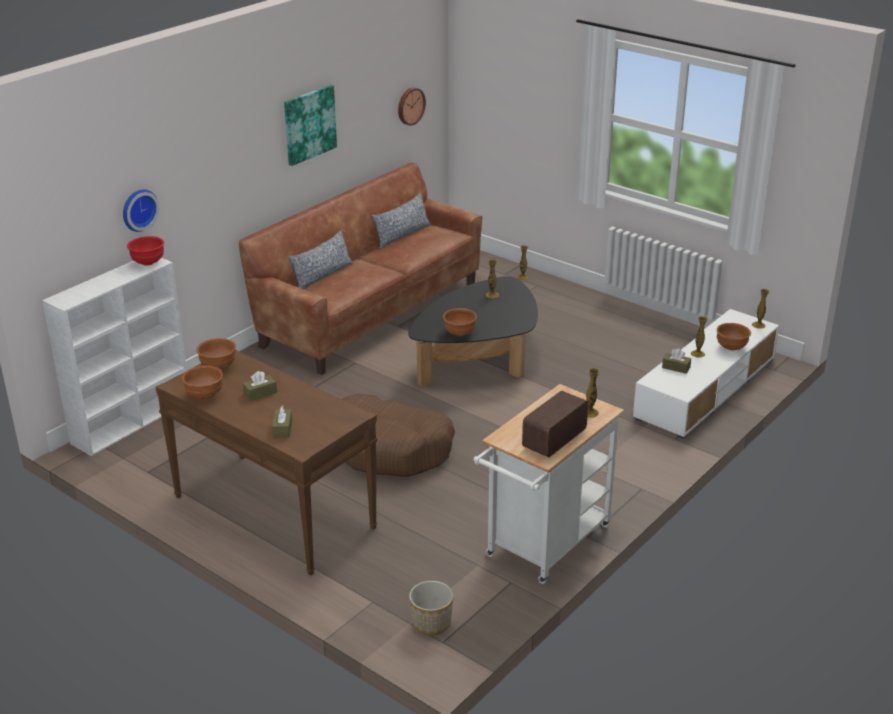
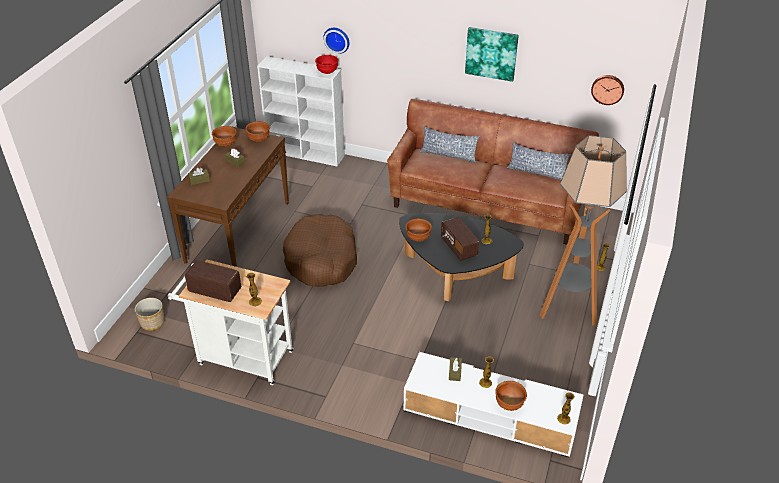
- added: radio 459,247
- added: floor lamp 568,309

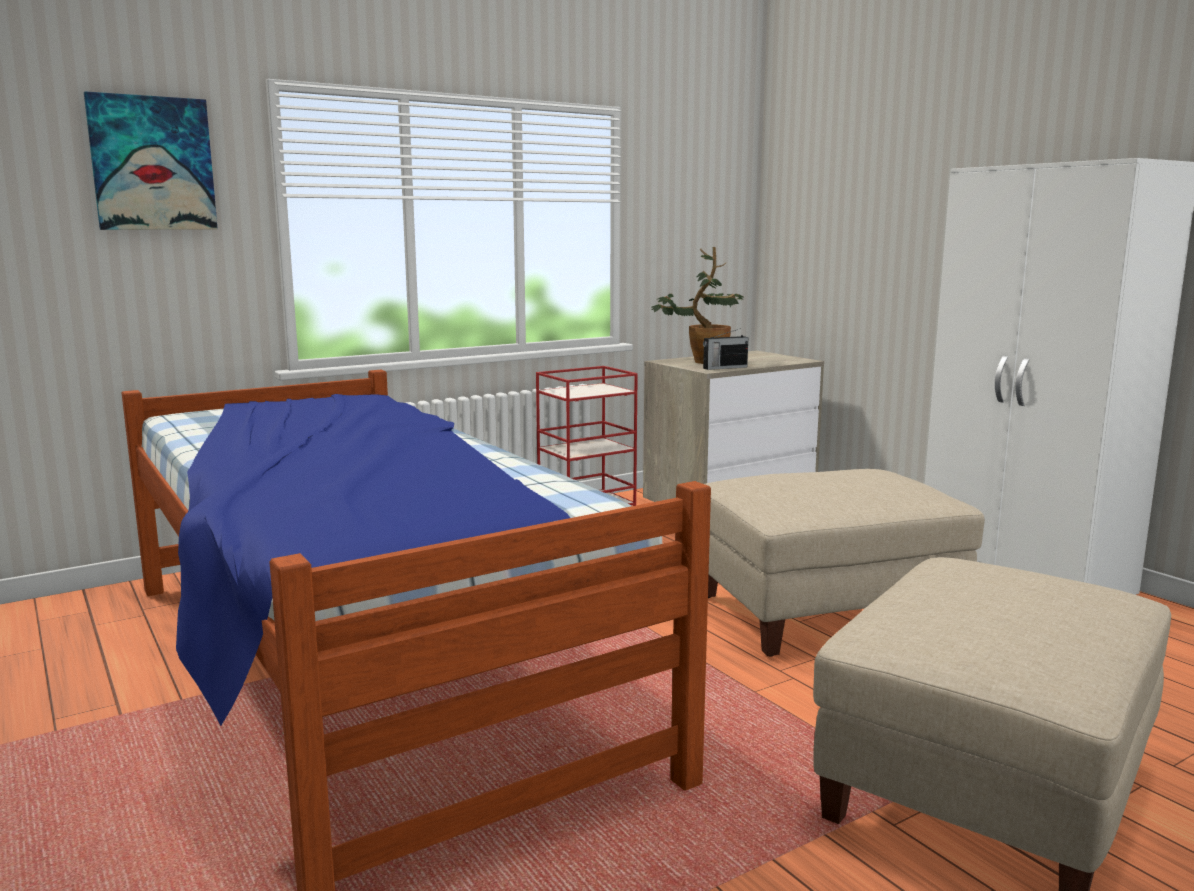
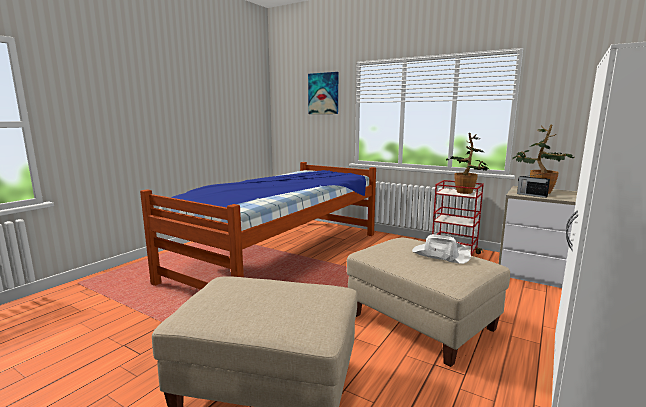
- added: white hat 440,254
- added: potted plant 466,193

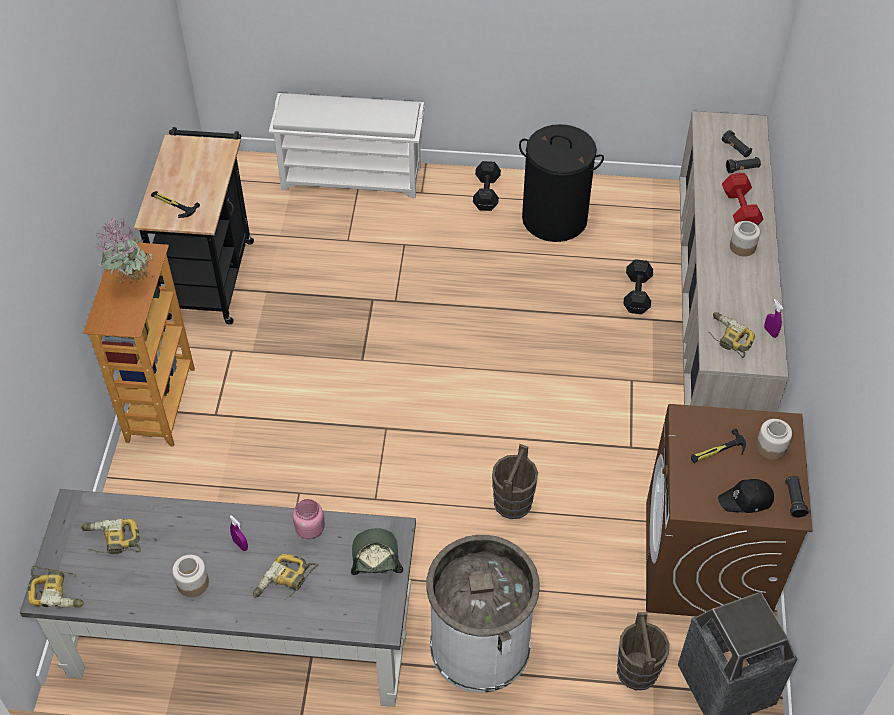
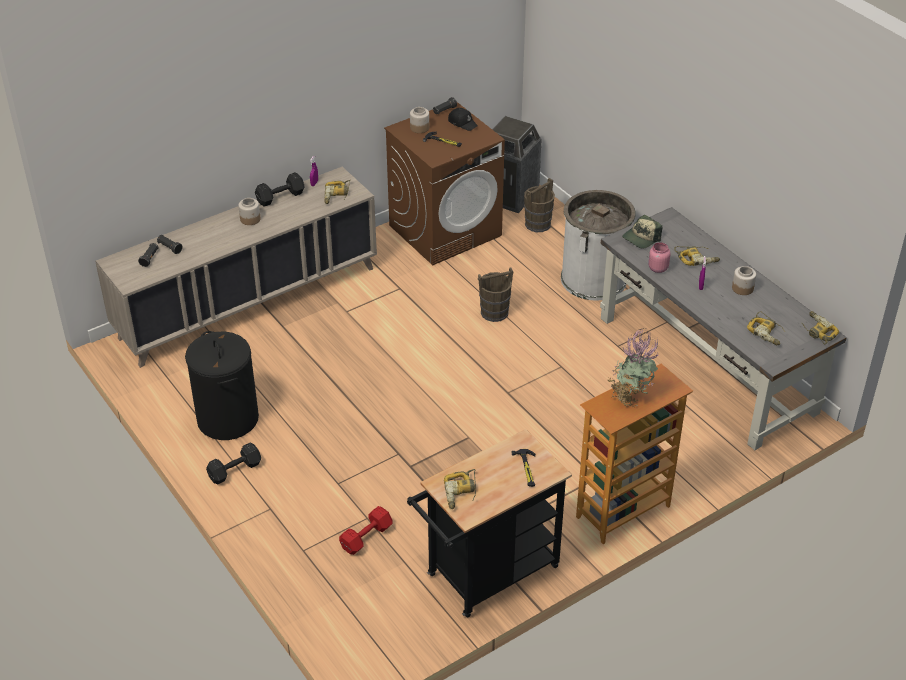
- removed: white shoe rack 353,177
- added: power drill 461,493
- moved: black dumbbell 637,293 to 279,197
- moved: red dumbbell 740,209 to 365,538

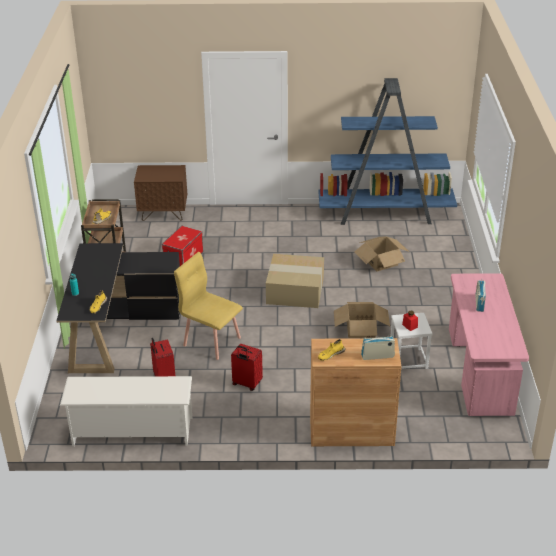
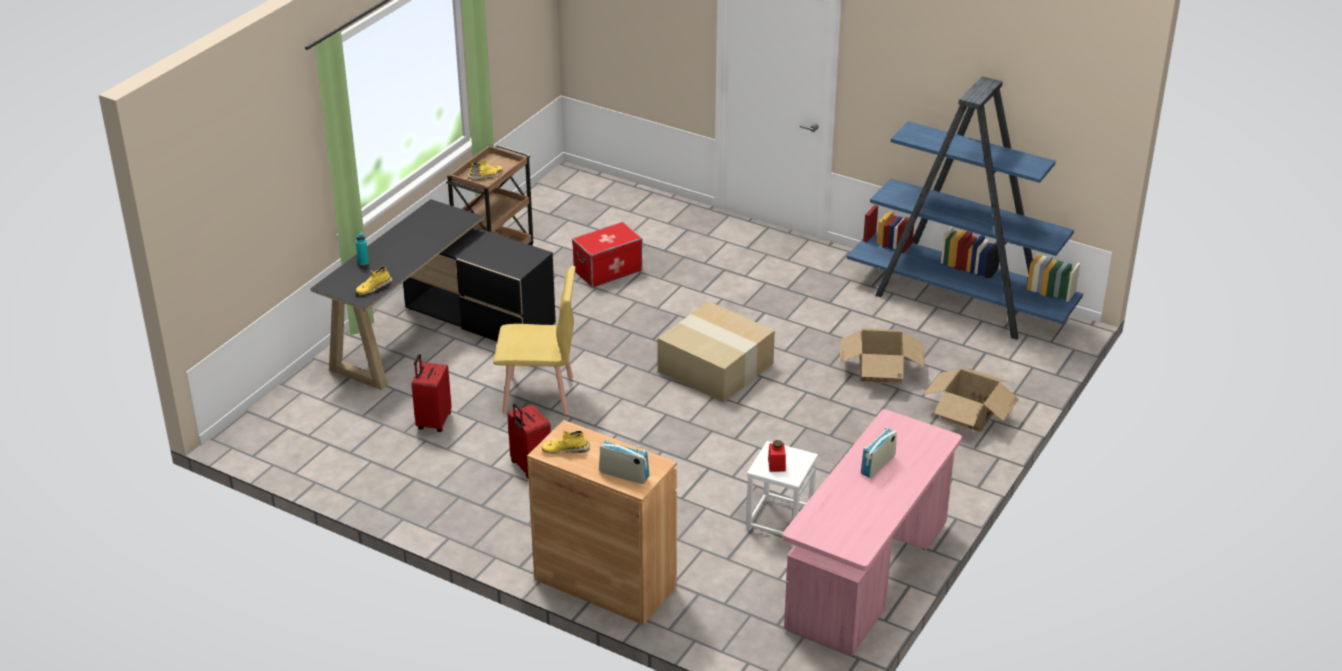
- removed: white shoe rack 132,432
- removed: brown nightstand 163,213
- moved: cardboard box 361,329 to 968,413
- turned: yellow chair 211,341 = 539,395 120 degrees clockwise

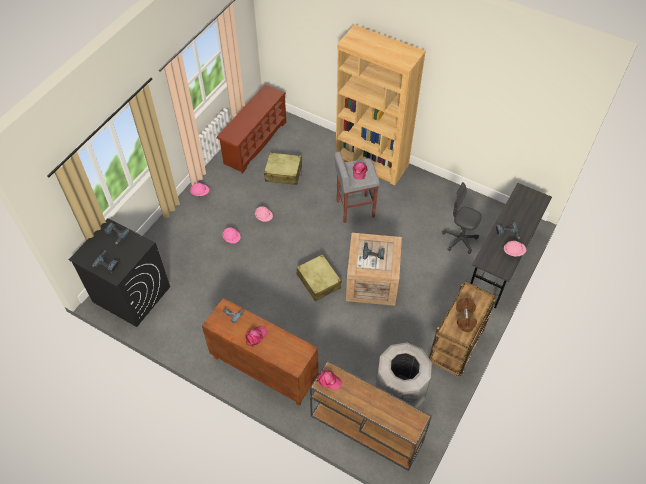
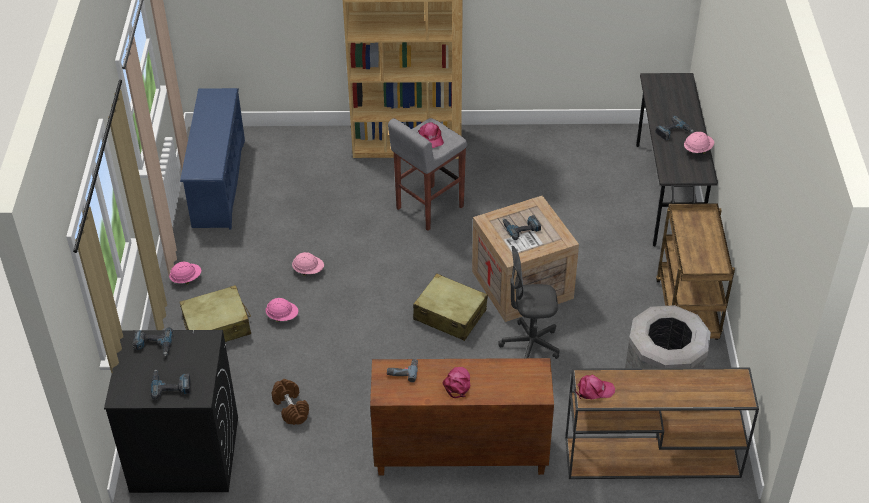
- moved: beige suitcase 283,173 to 217,326
- moved: grey office chair 459,240 to 530,345
- moved: brown dumbbell 465,318 to 291,408
- recoloured: brown shoe rack 254,142 to blue shoe rack 217,182

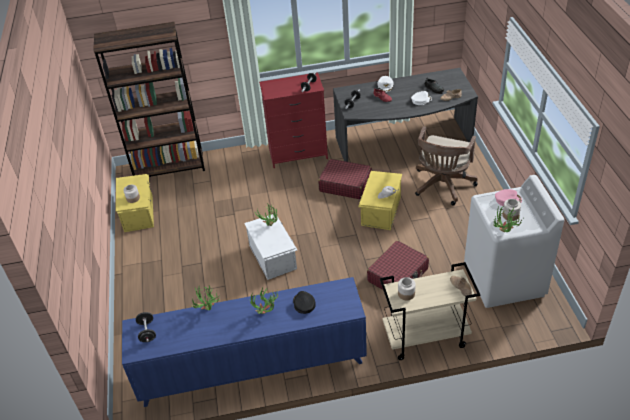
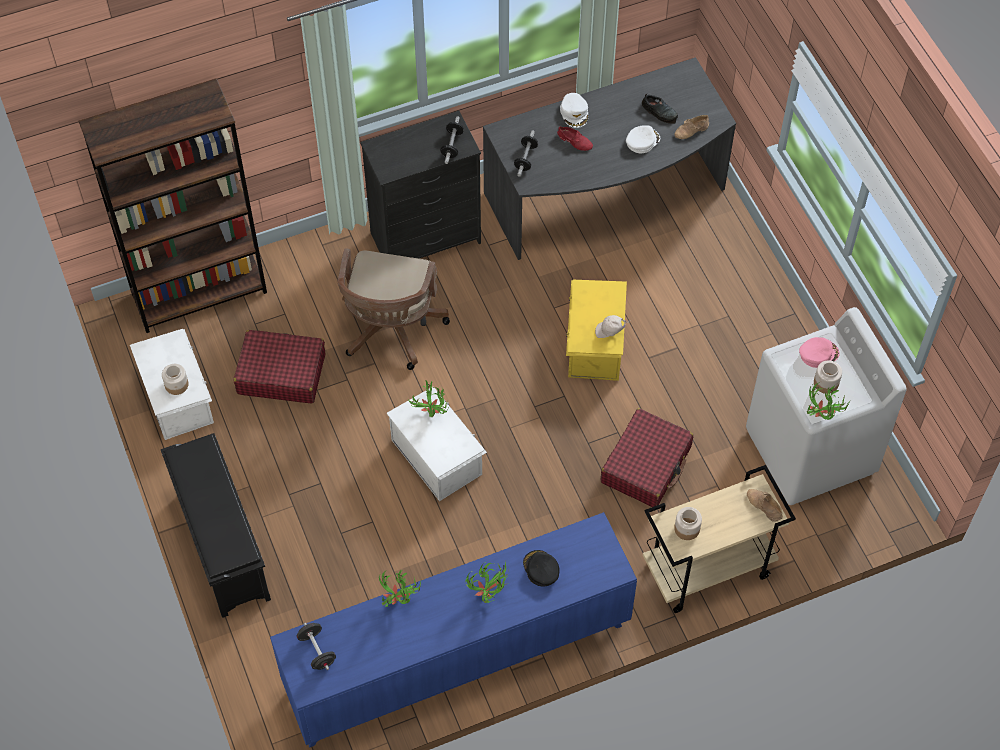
- added: black shoe rack 222,546
- moved: red suitcase 345,184 to 281,373
- moved: brown office chair 442,186 to 391,331
- recoloured: yellow storage box 139,213 to white storage box 178,397
- recoloured: red dresser 298,154 to black dresser 426,238

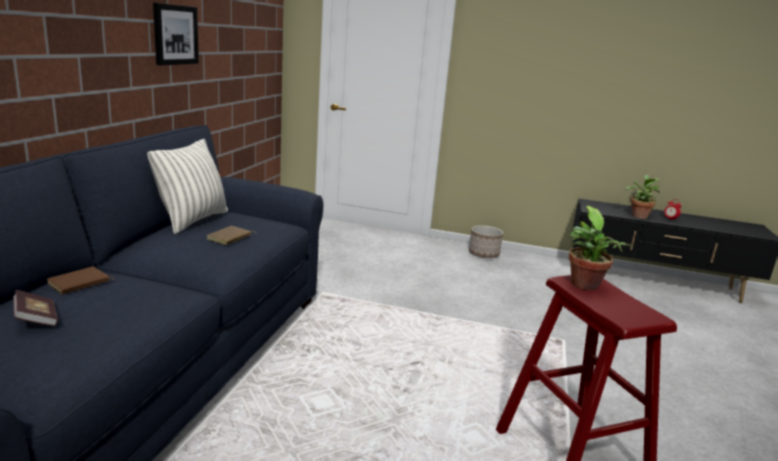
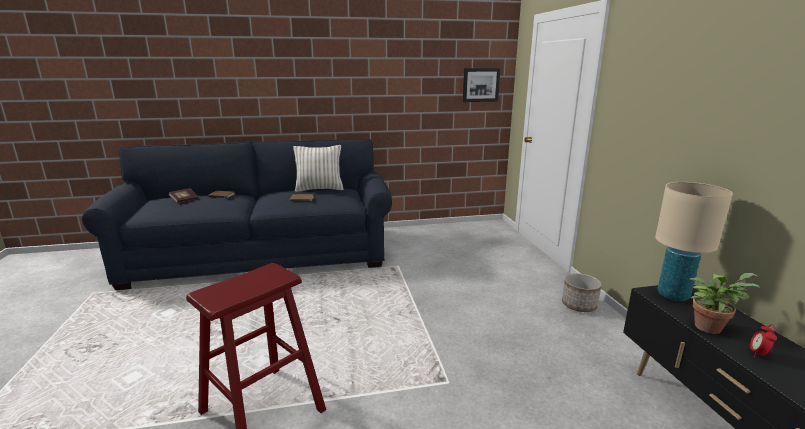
- removed: potted plant 586,286
- added: beige table lamp 673,295
- moved: picture 175,34 to 480,85

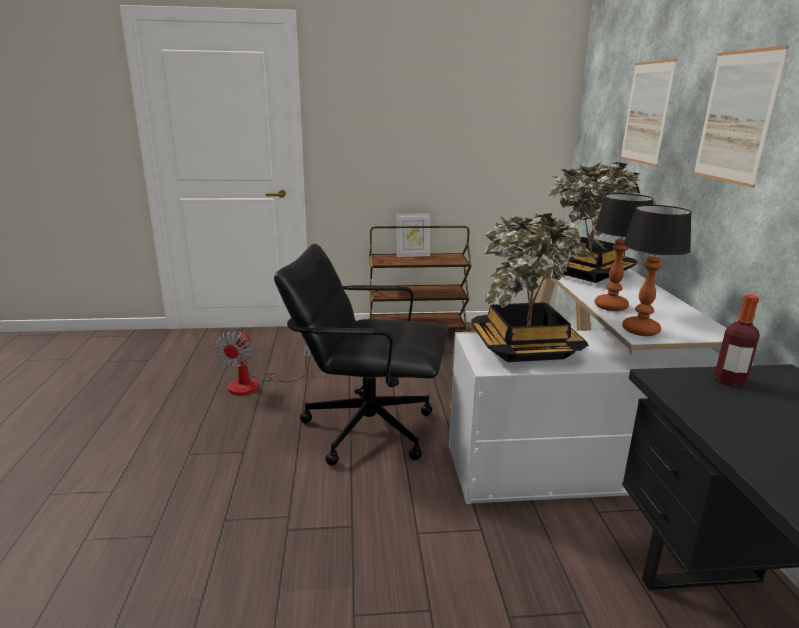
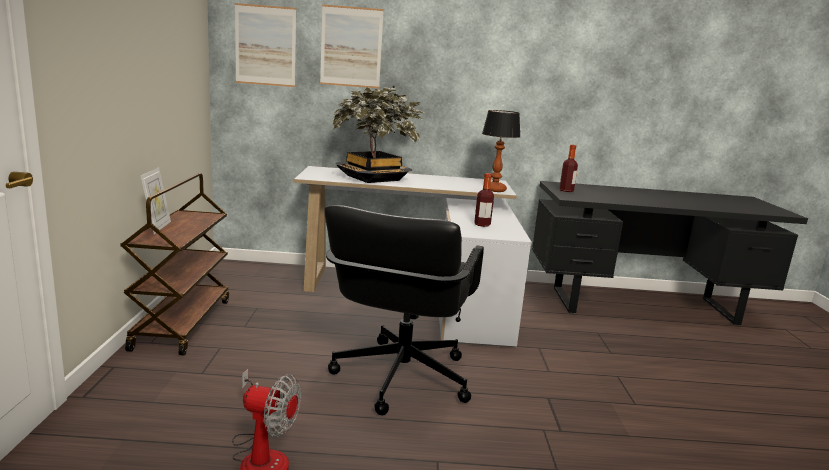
- removed: table lamp 611,306
- moved: picture 736,117 to 265,45
- replaced: potted plant 525,348 to bottle 482,224

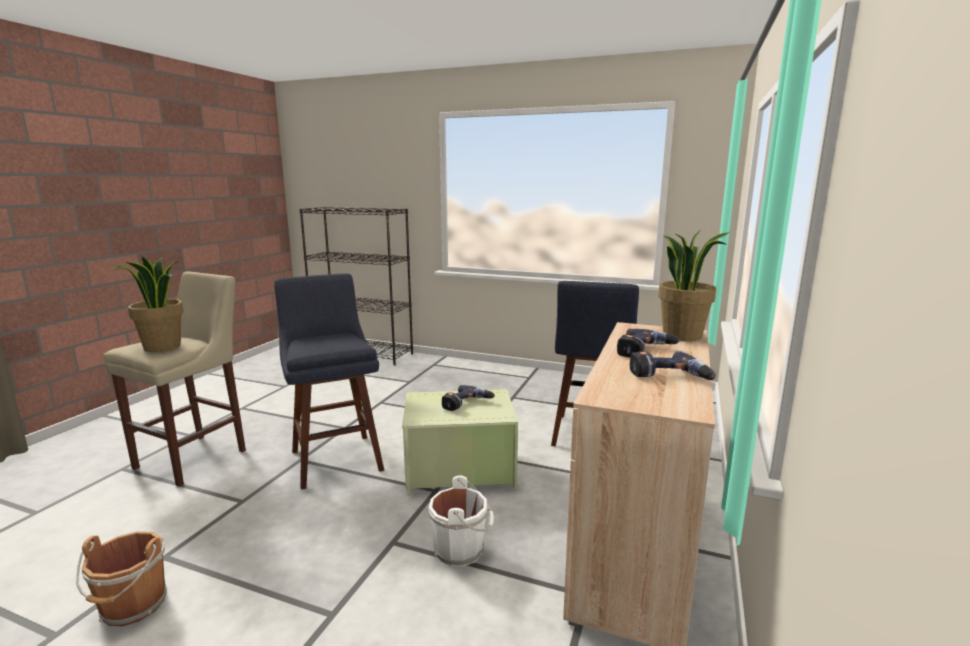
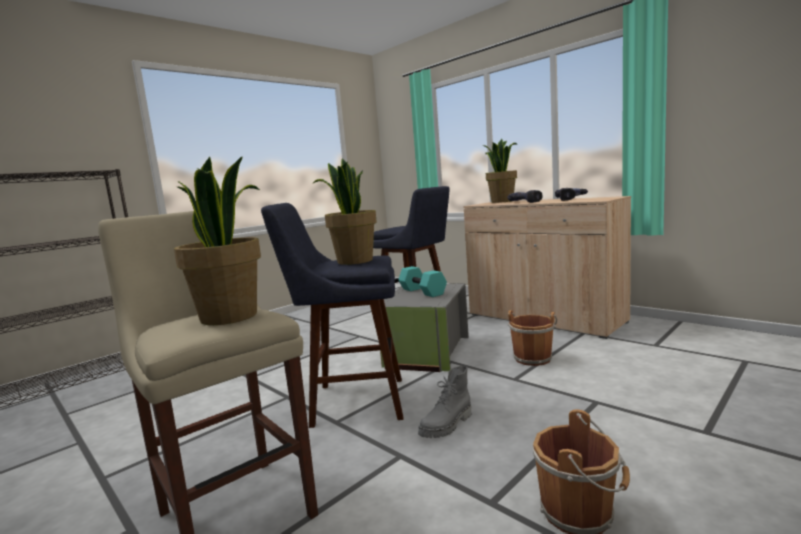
- added: potted plant 354,261
- added: grey boot 447,425
- replaced: power drill 467,405 to turquoise dumbbell 423,292
- recoloured: green storage box 459,469 to grey storage box 426,352
- recoloured: white bucket 461,549 to brown bucket 532,358

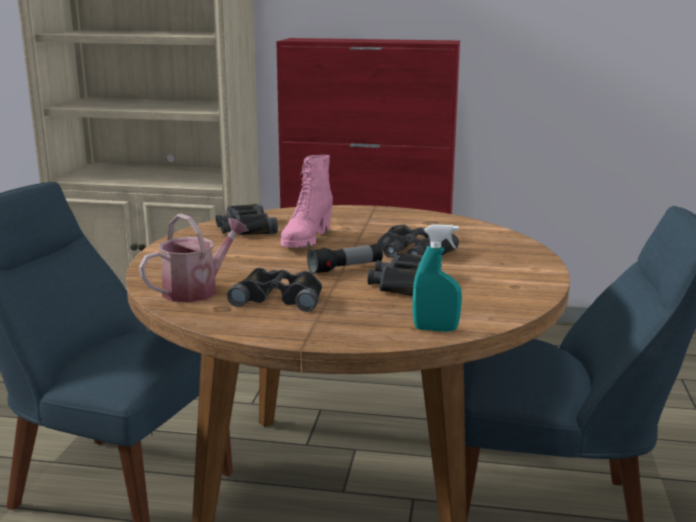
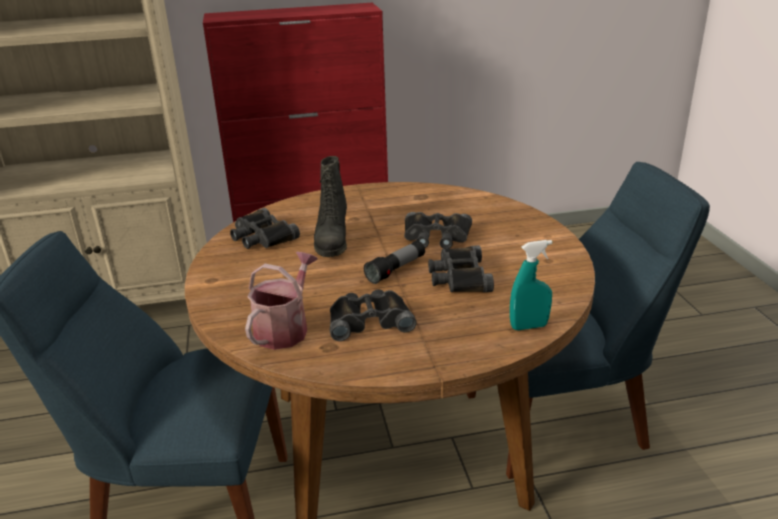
- recoloured: pink boot 306,240 to black boot 331,241

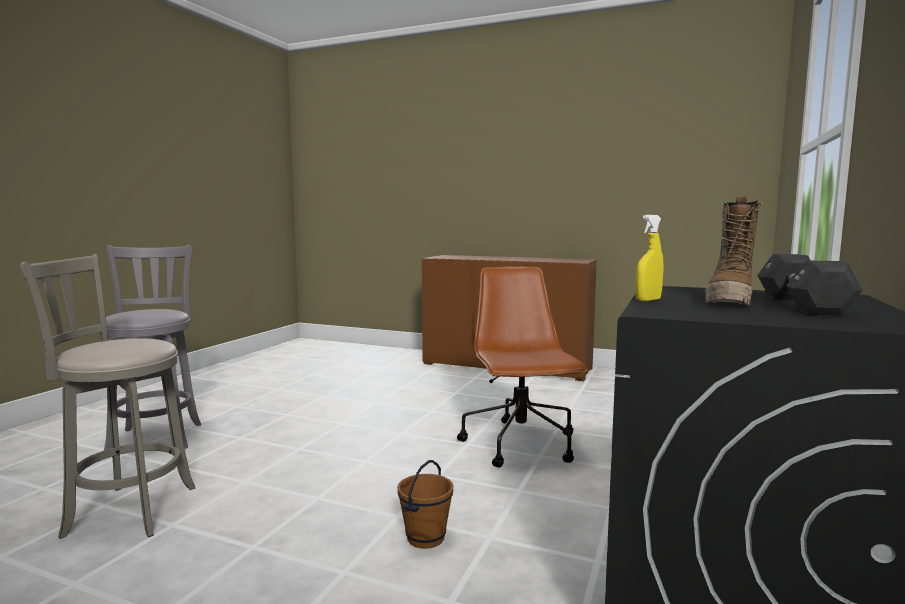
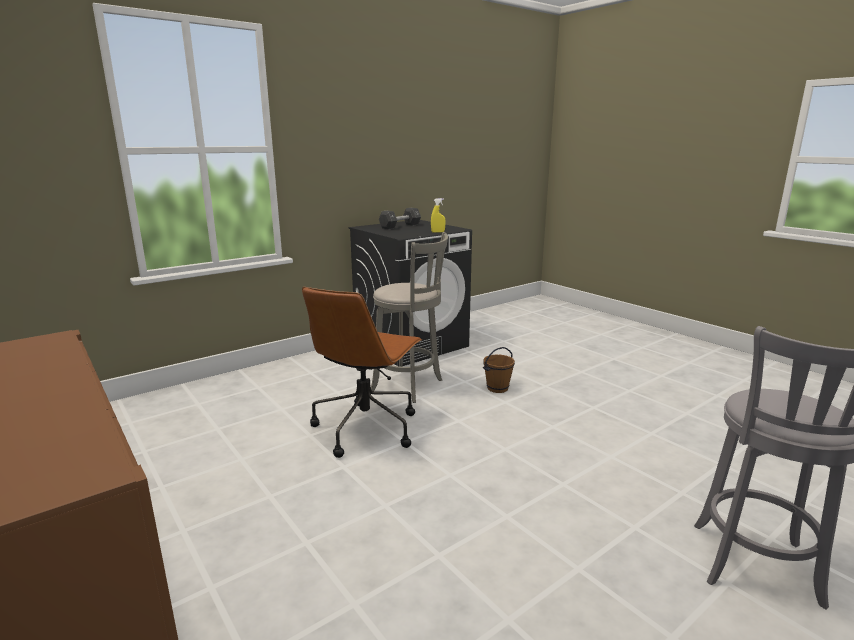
- removed: boot 730,301
- moved: grey stool 125,510 to 410,386

